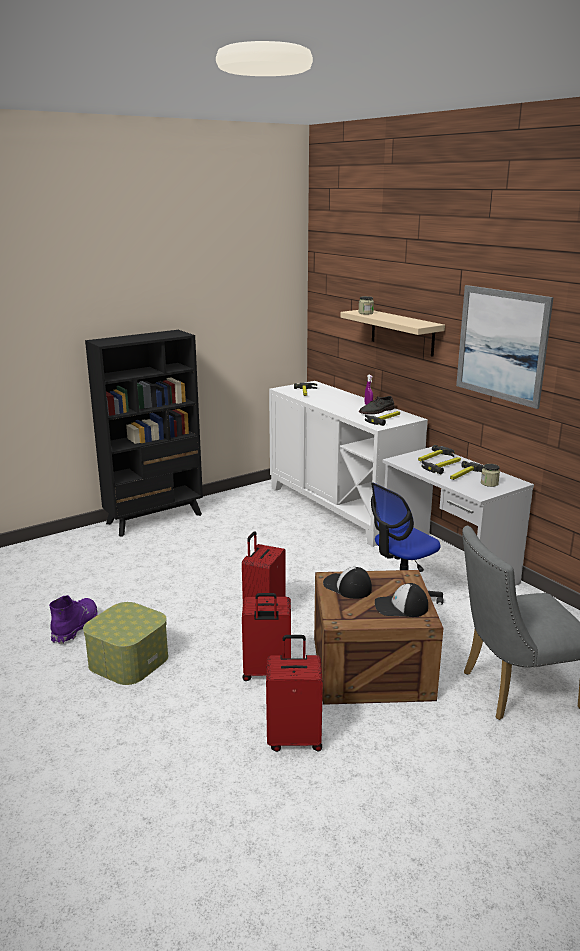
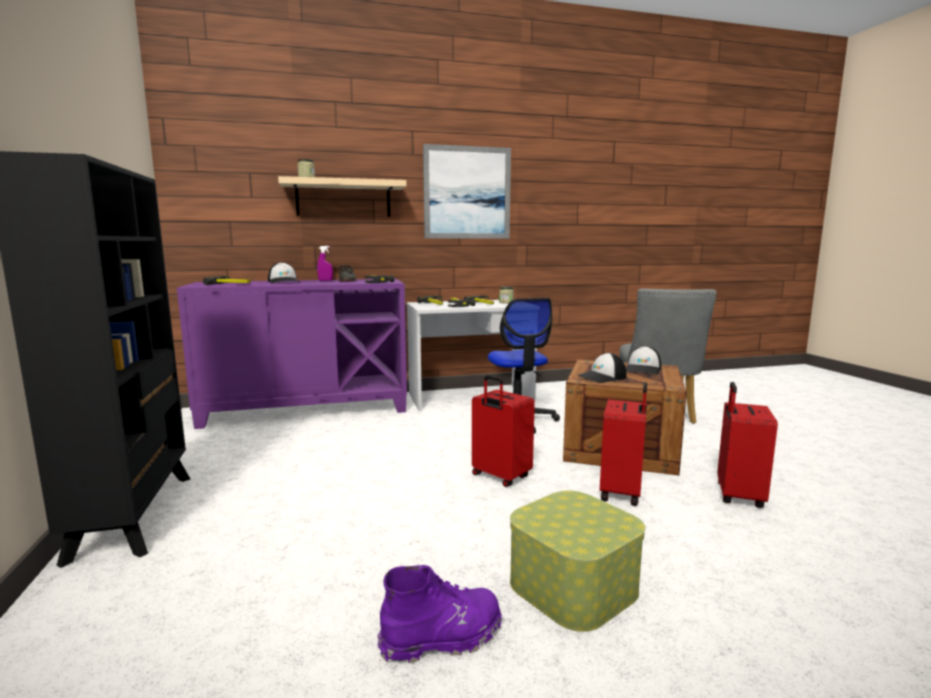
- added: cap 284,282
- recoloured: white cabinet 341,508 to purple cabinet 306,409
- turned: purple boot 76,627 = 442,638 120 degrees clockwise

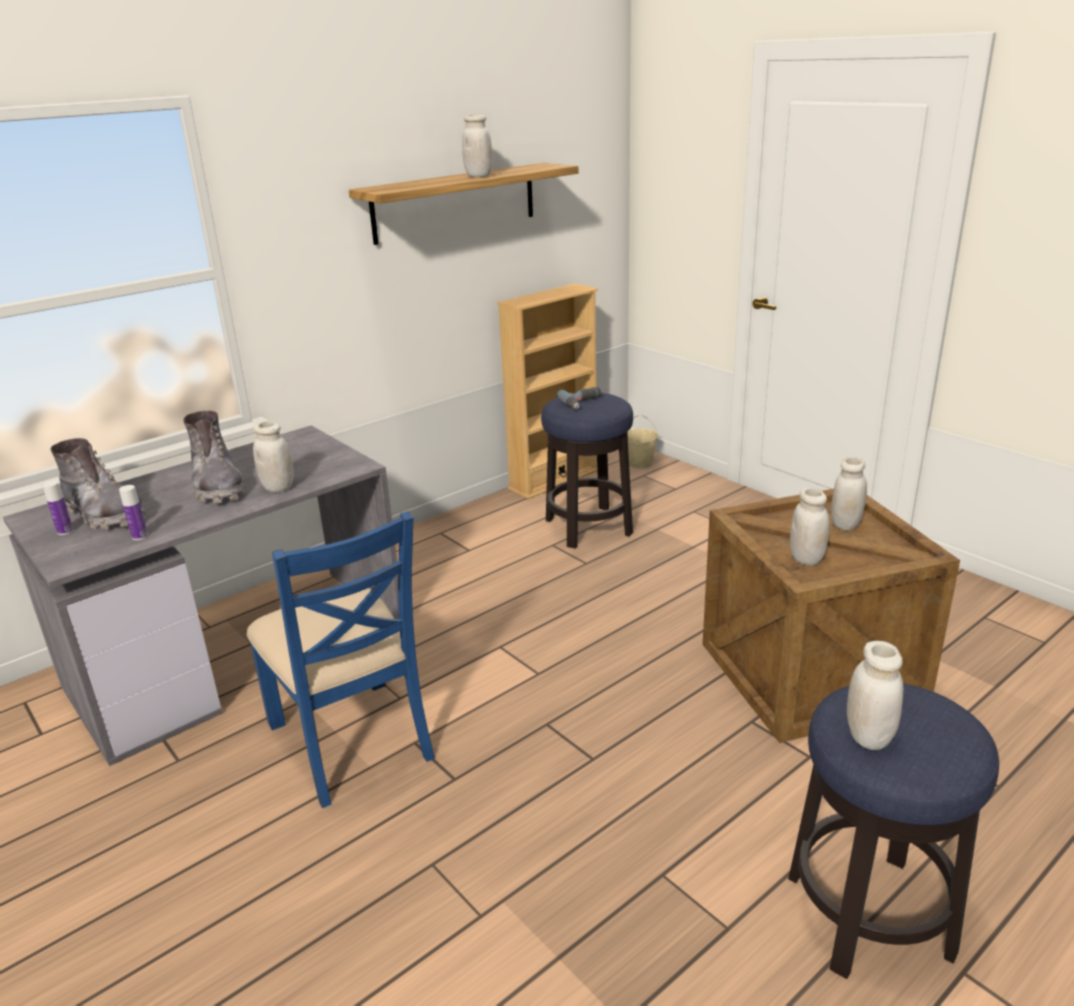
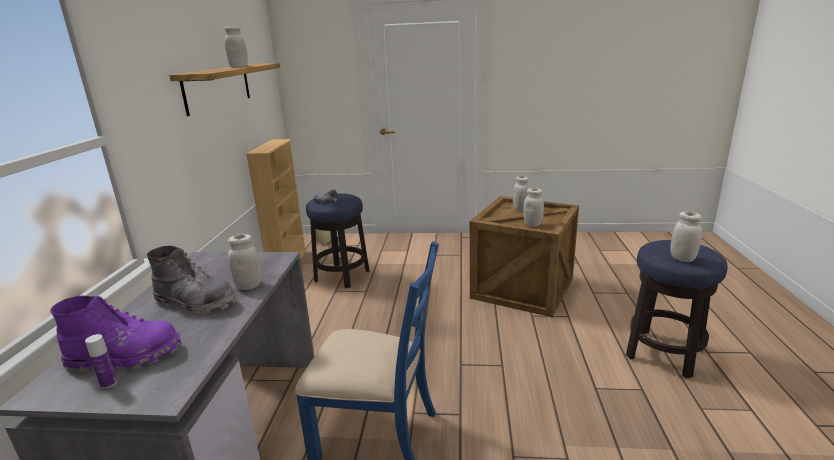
- removed: bottle 139,536
- recoloured: grey boot 105,514 to purple boot 125,357

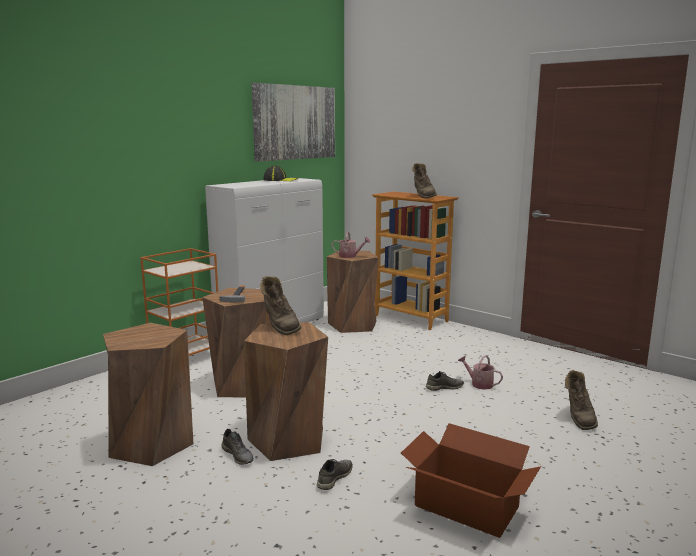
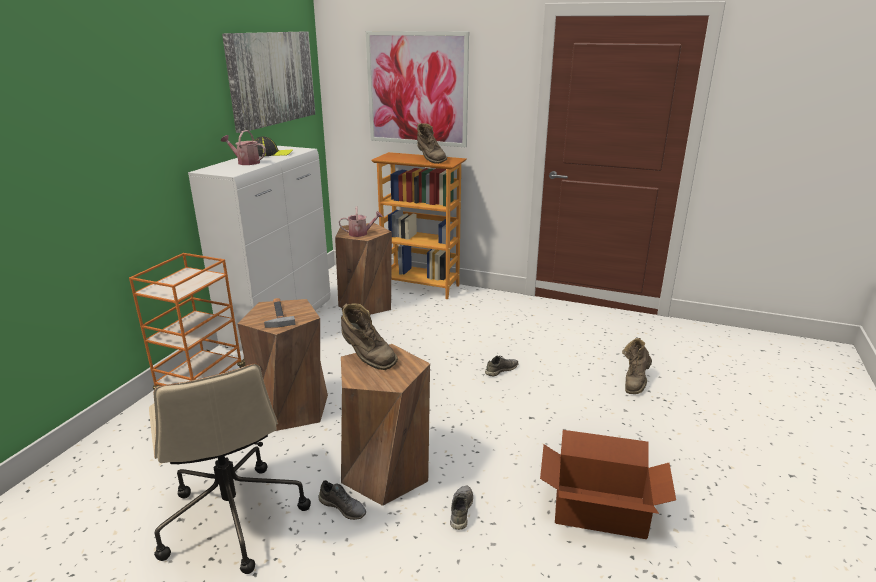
- added: picture 417,89
- moved: watering can 479,384 to 246,162
- replaced: brown stool 152,444 to beige office chair 232,517
- turned: brown boot 578,418 = 635,383 45 degrees clockwise

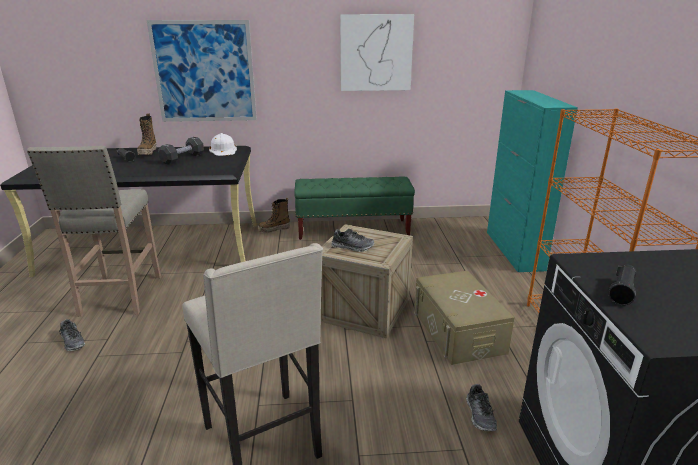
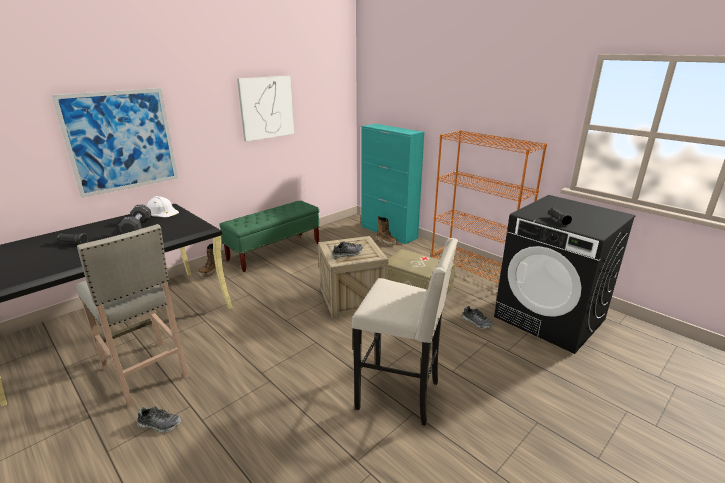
- moved: boot 148,152 to 386,242

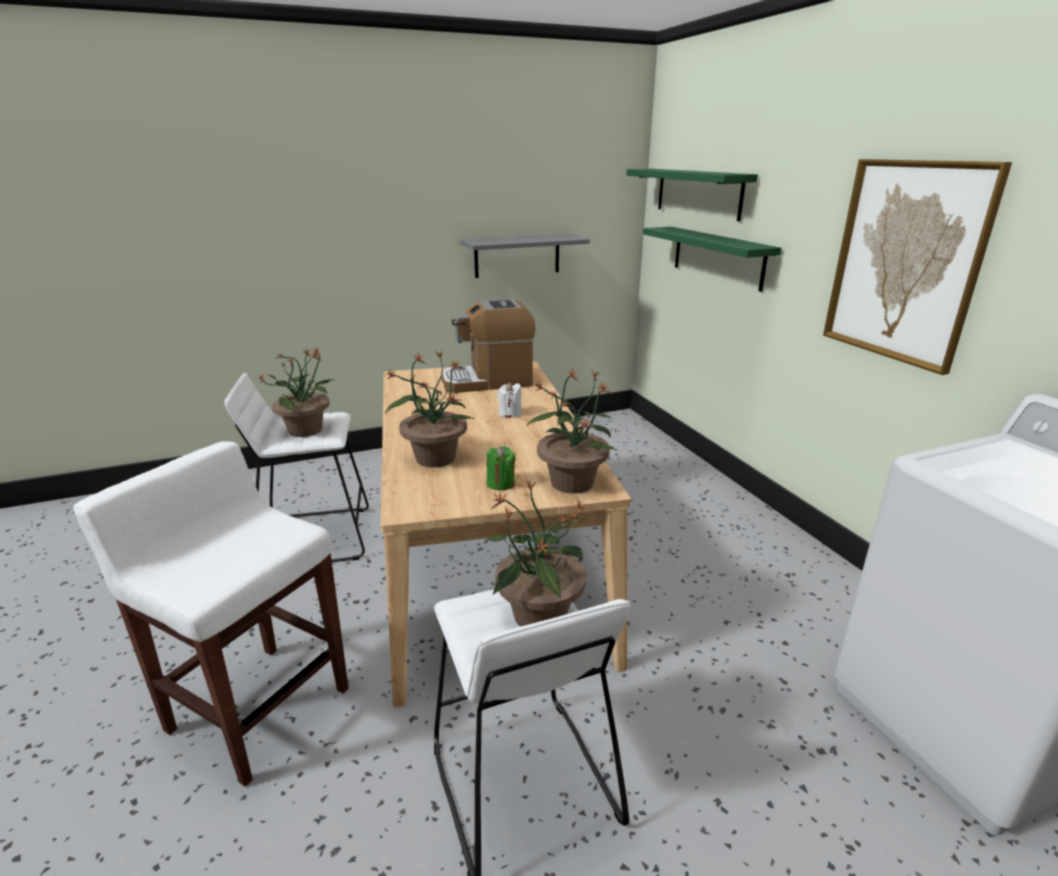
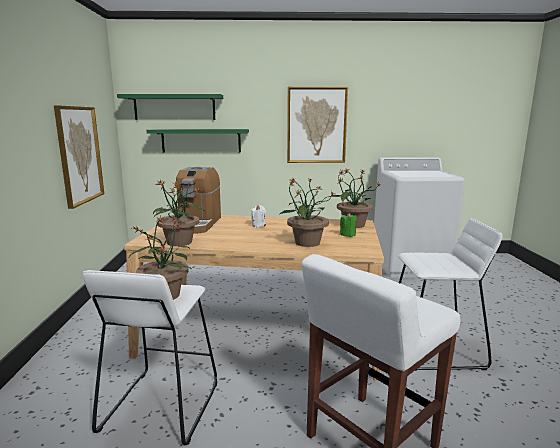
- moved: potted plant 538,616 to 179,242
- replaced: grey shelf 517,256 to picture 79,155

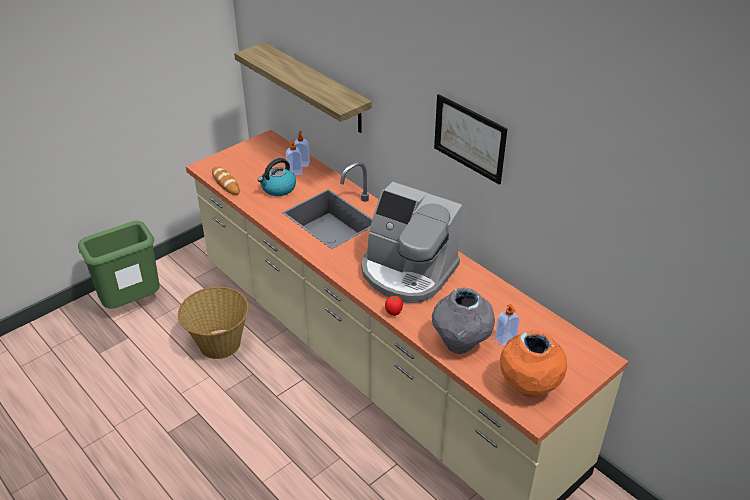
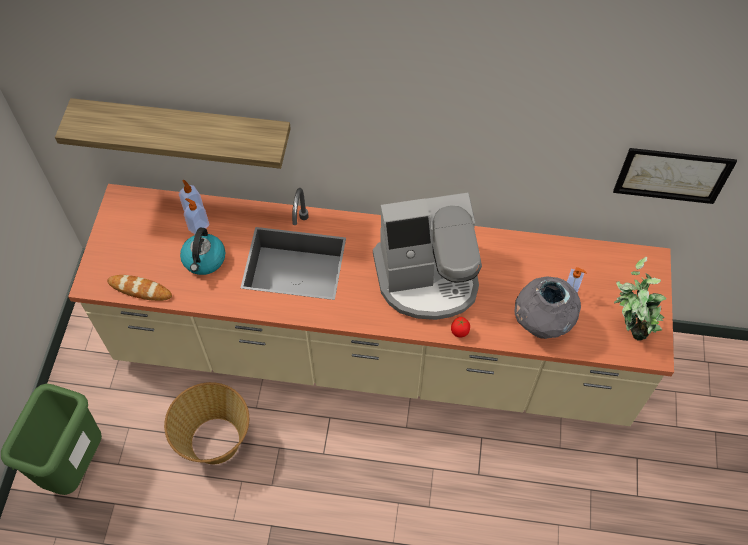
- moved: picture 469,138 to 672,175
- replaced: orange vase 529,387 to potted plant 627,329

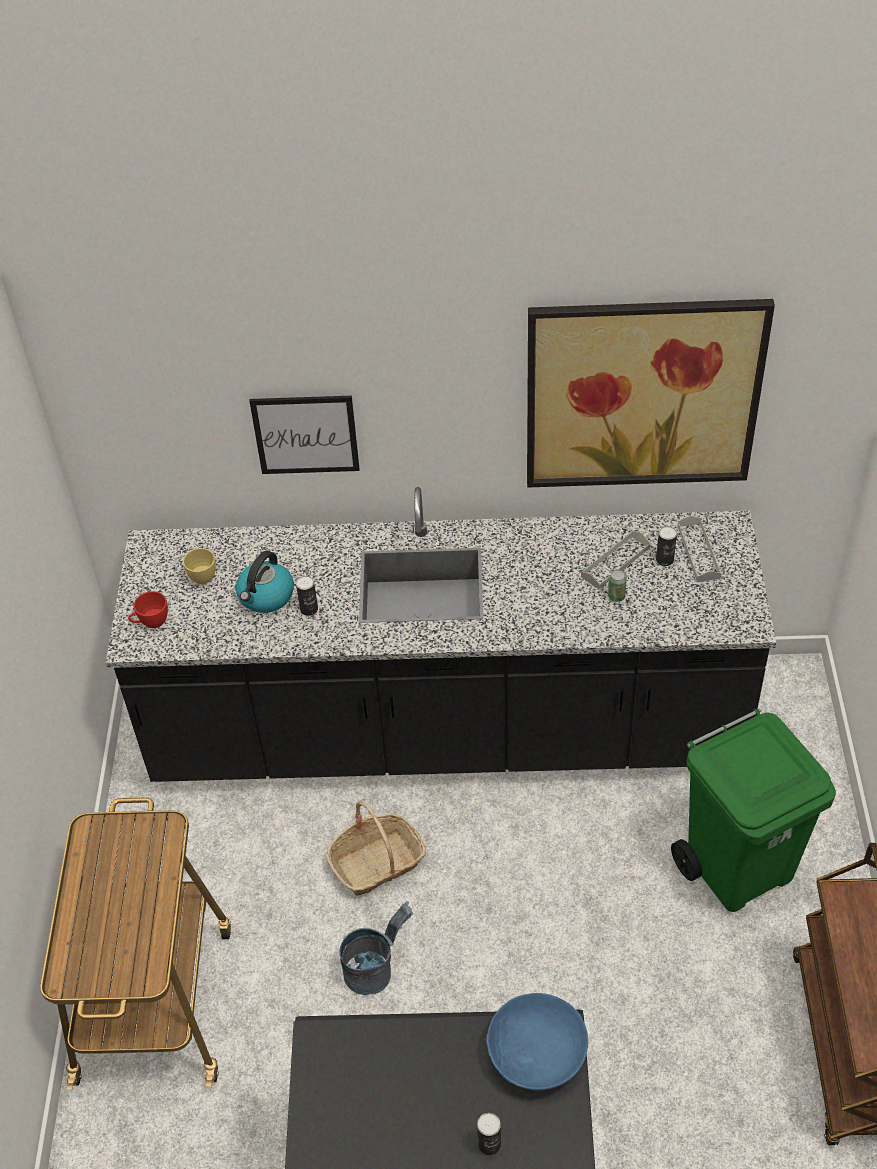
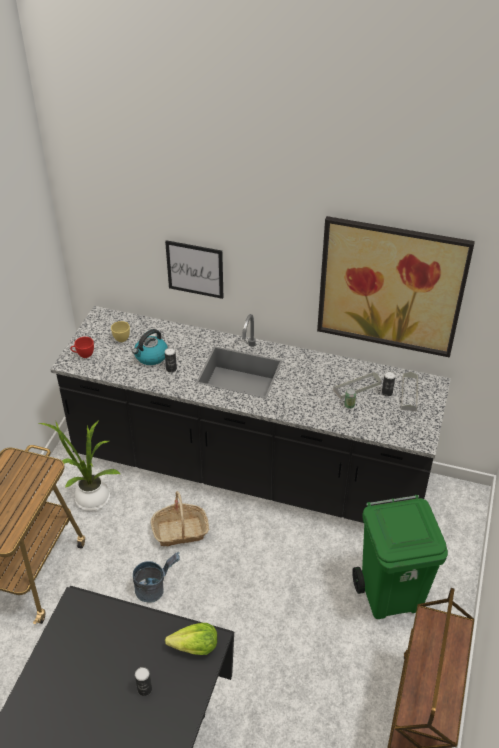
- added: potted plant 90,498
- replaced: blue bowl 537,1054 to lettuce 194,647

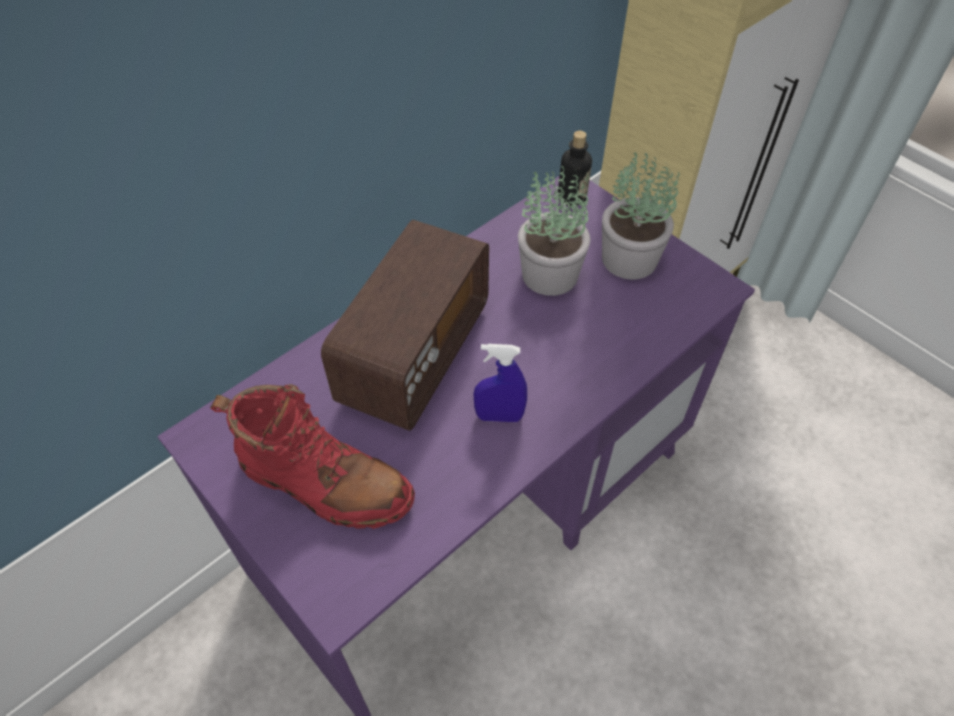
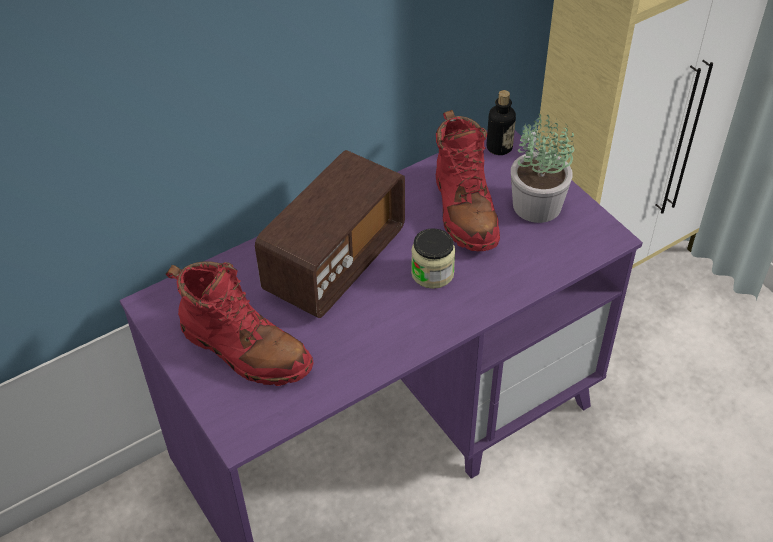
- removed: blue spray bottle 499,416
- added: jar 432,273
- replaced: potted plant 550,273 to red boot 464,210

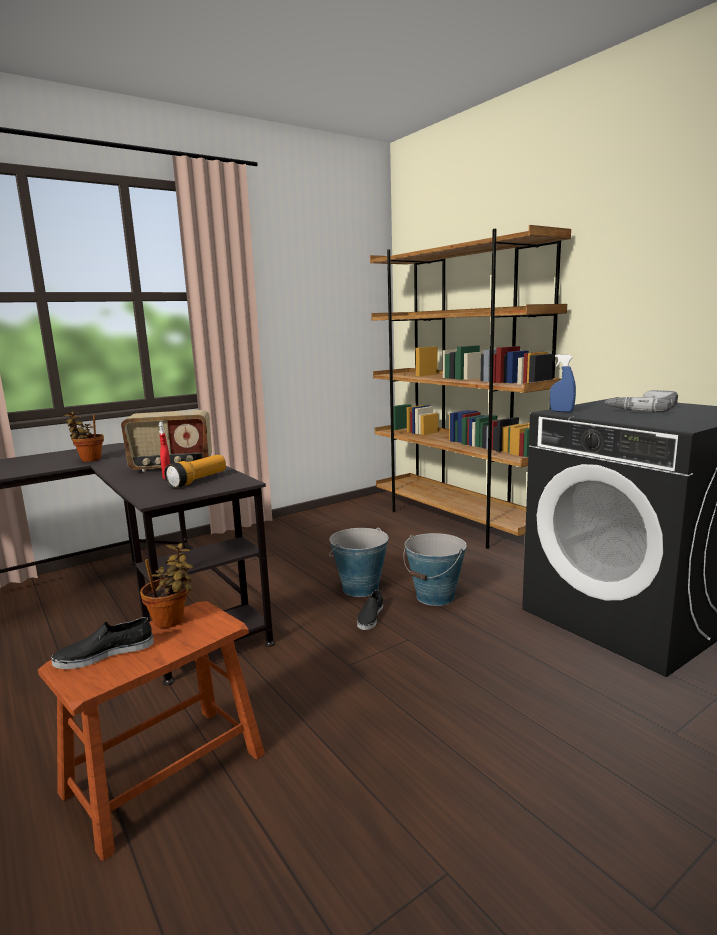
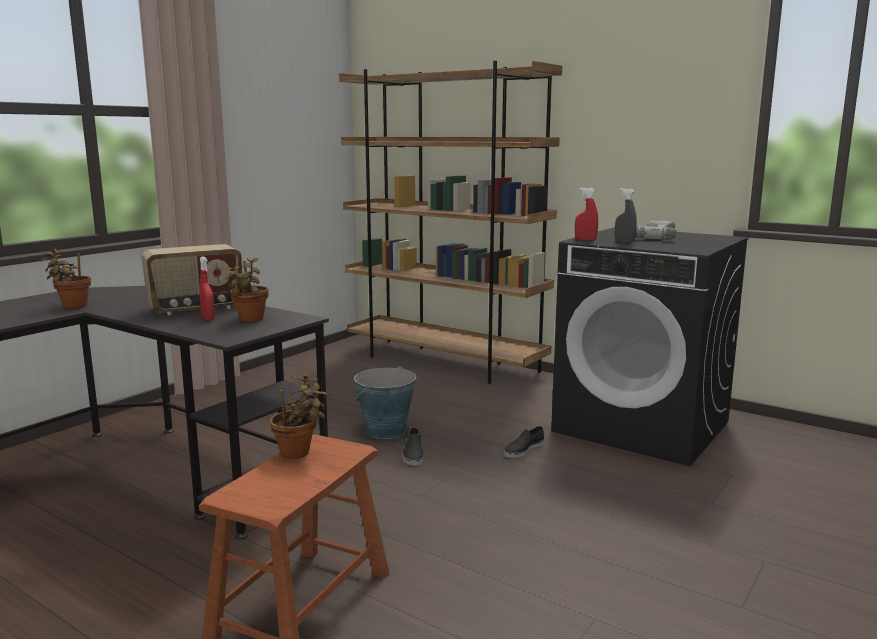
- removed: bucket 435,597
- added: grey spray bottle 624,242
- moved: black shoe 105,653 to 523,449
- replaced: flashlight 198,481 to potted plant 250,319
- recoloured: blue spray bottle 561,411 to red spray bottle 585,240

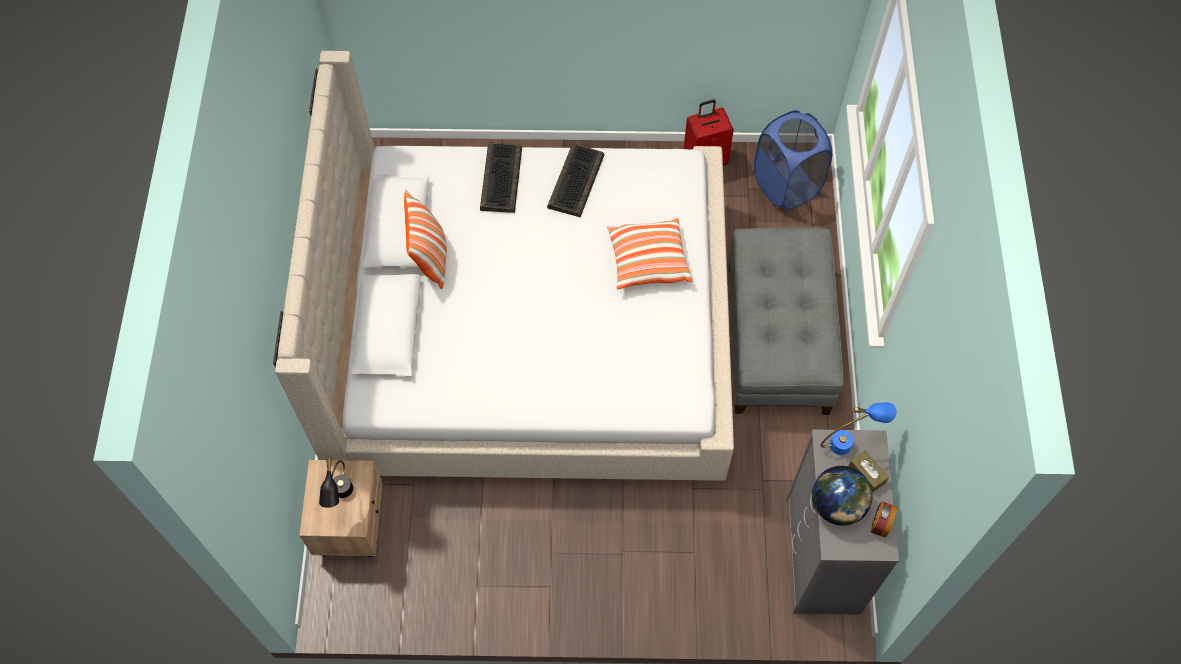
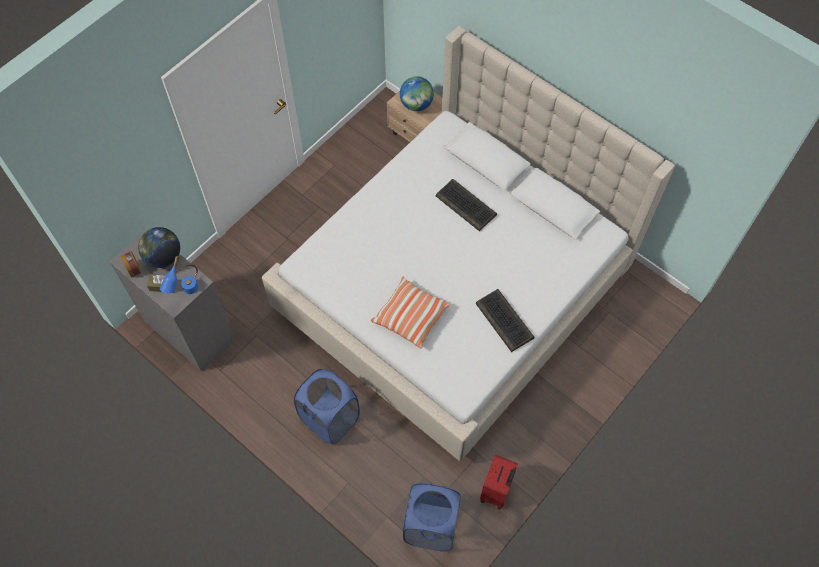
- removed: pillow 430,258
- moved: keyboard 500,178 to 466,205
- replaced: black table lamp 342,498 to globe 416,104
- replaced: grey ottoman 776,337 to blue laundry basket 330,419

